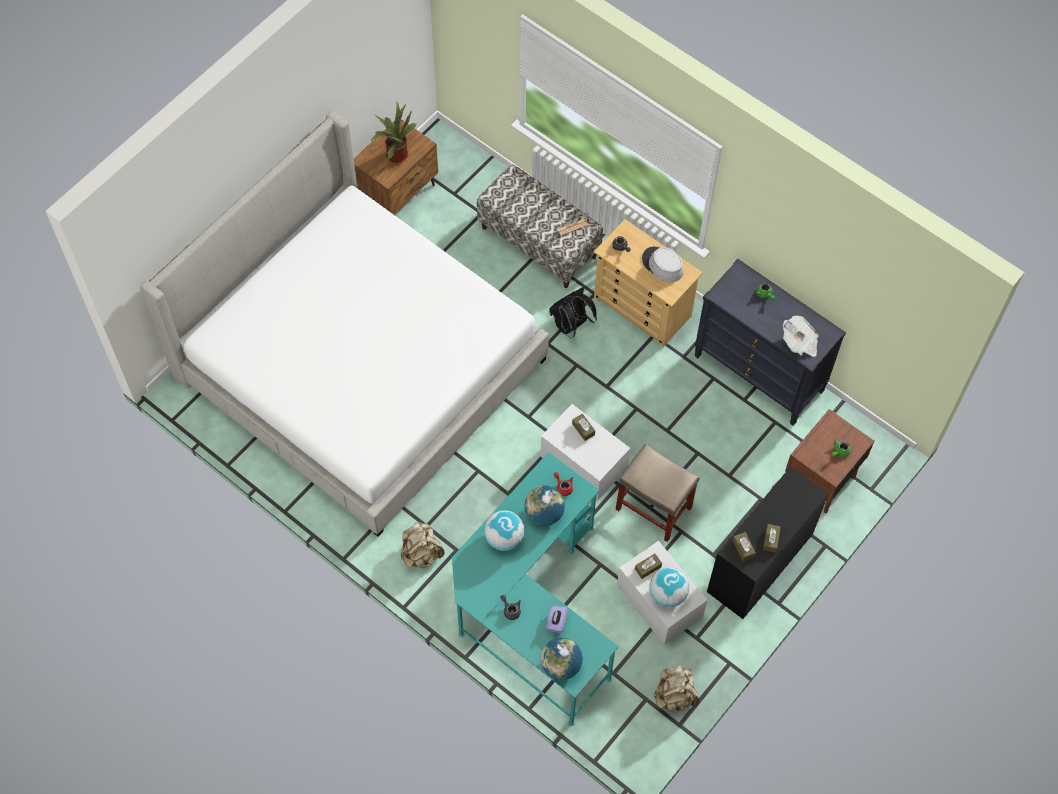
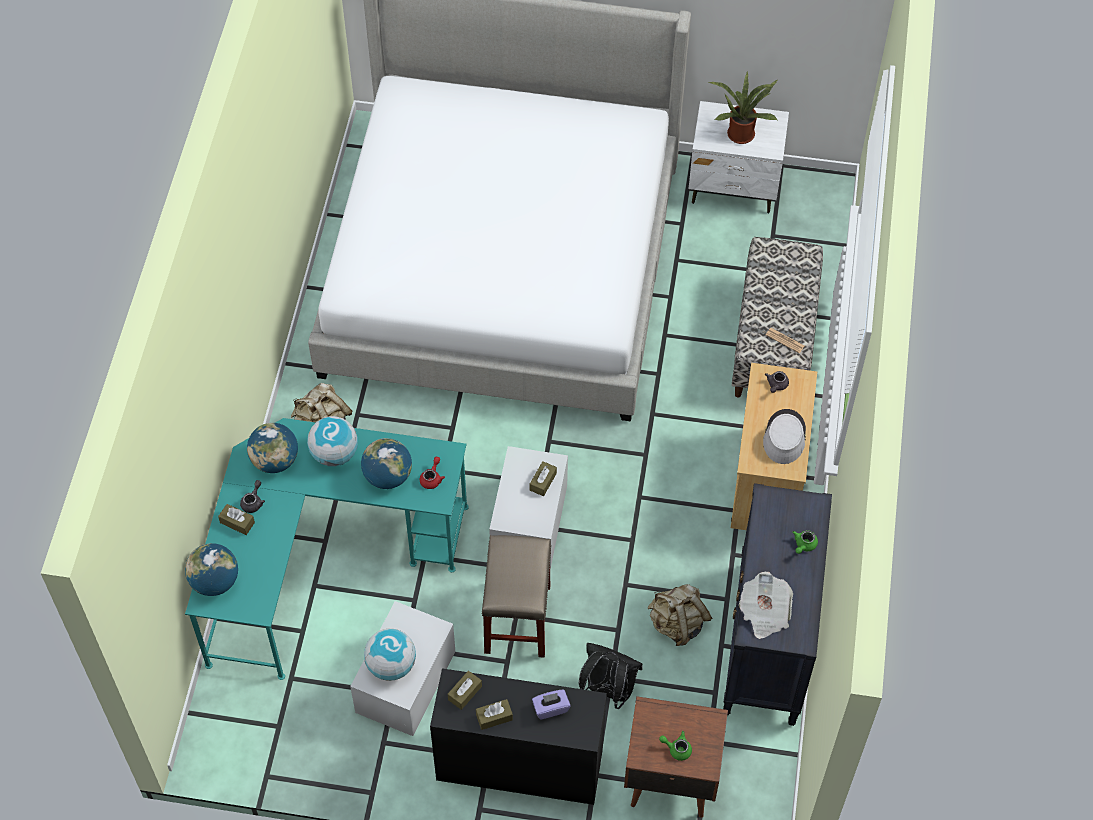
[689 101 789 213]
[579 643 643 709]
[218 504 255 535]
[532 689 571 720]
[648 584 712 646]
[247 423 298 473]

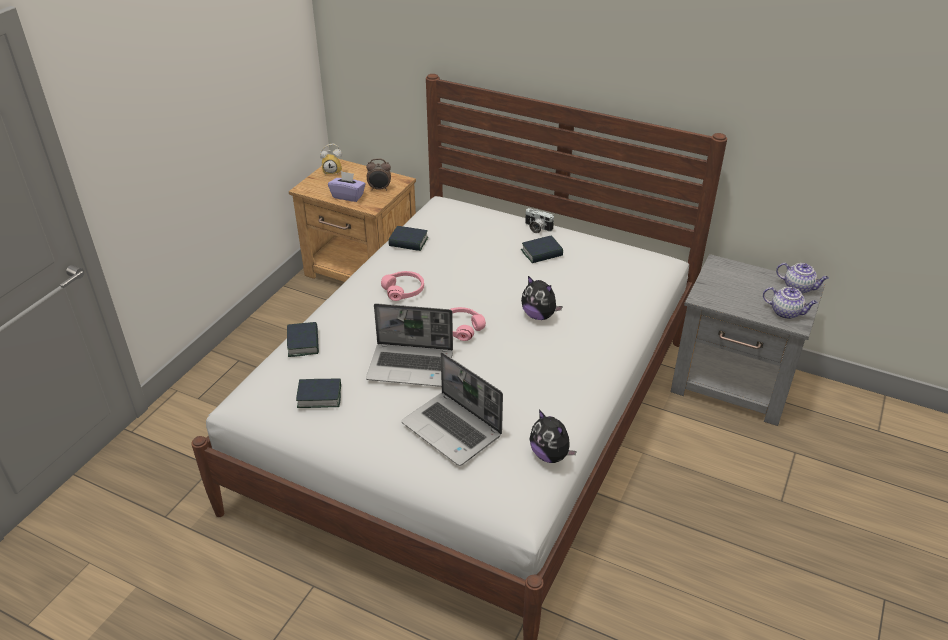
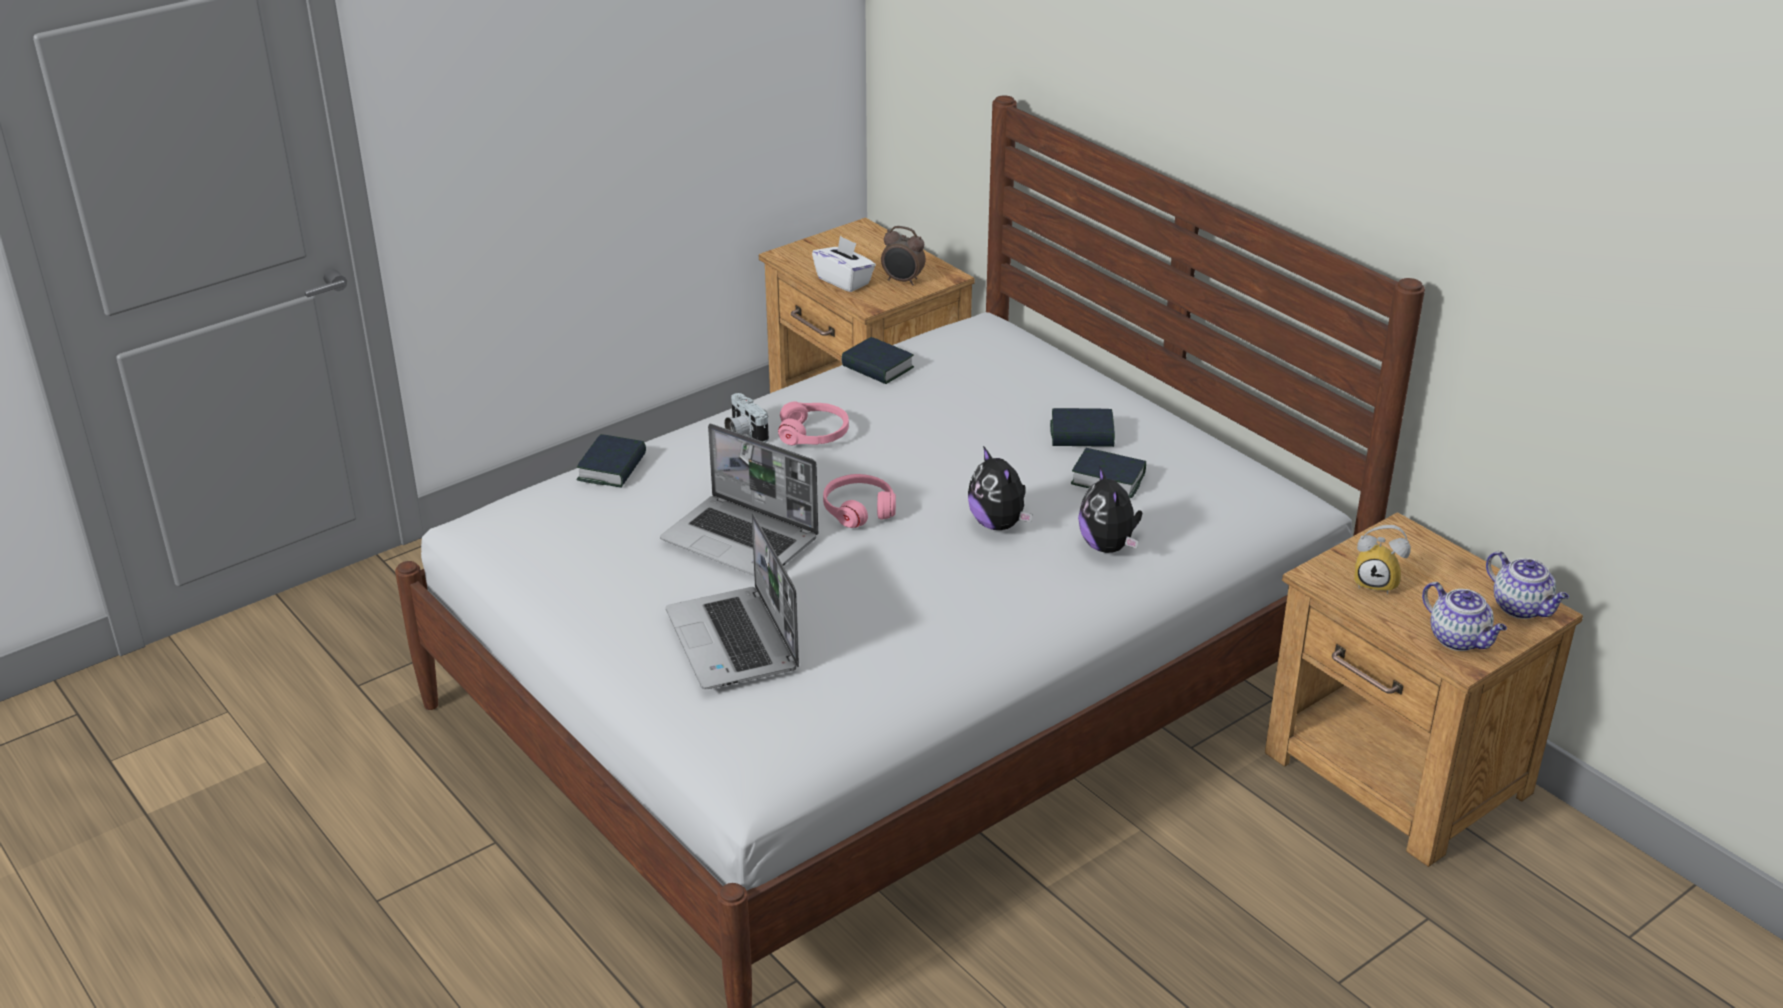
[1354 525 1411 594]
[812 235 876 292]
[724 393 769 443]
[1265 512 1583 867]
[1071 448 1146 498]
[1078 466 1142 553]

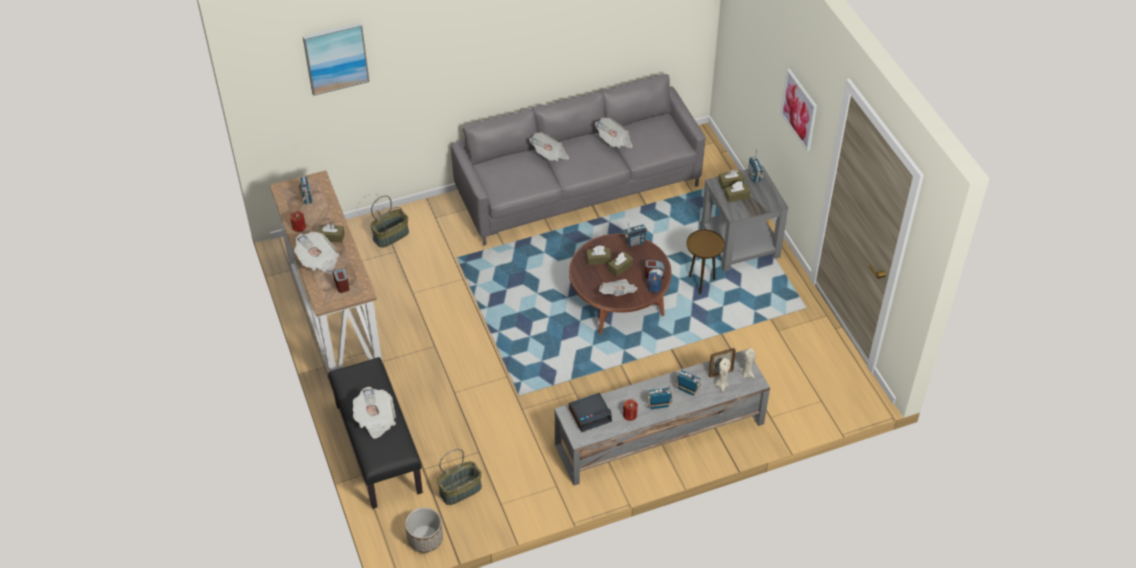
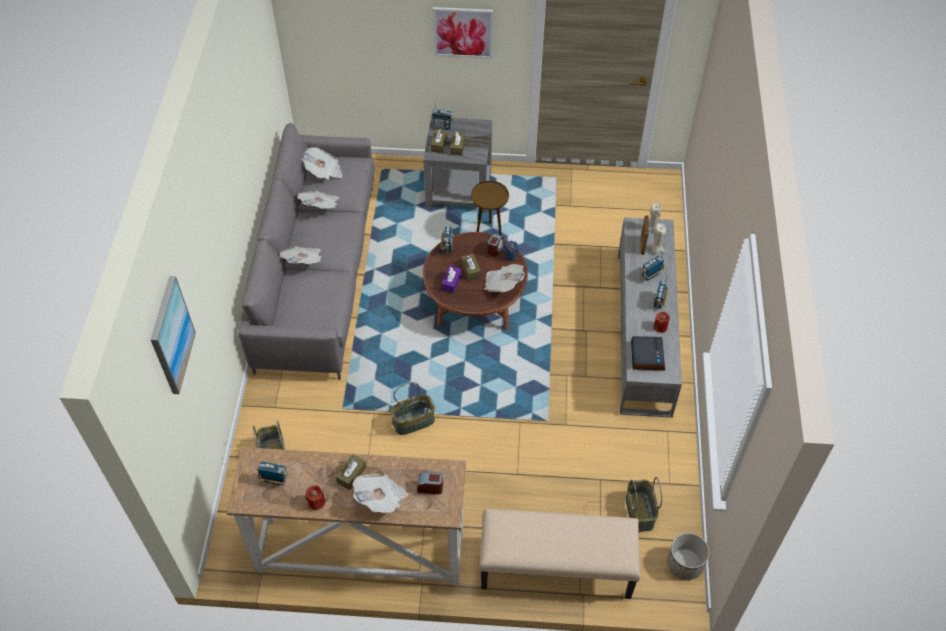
[441 266 462 293]
[479 509 640 599]
[302 147 343 179]
[390 382 435 435]

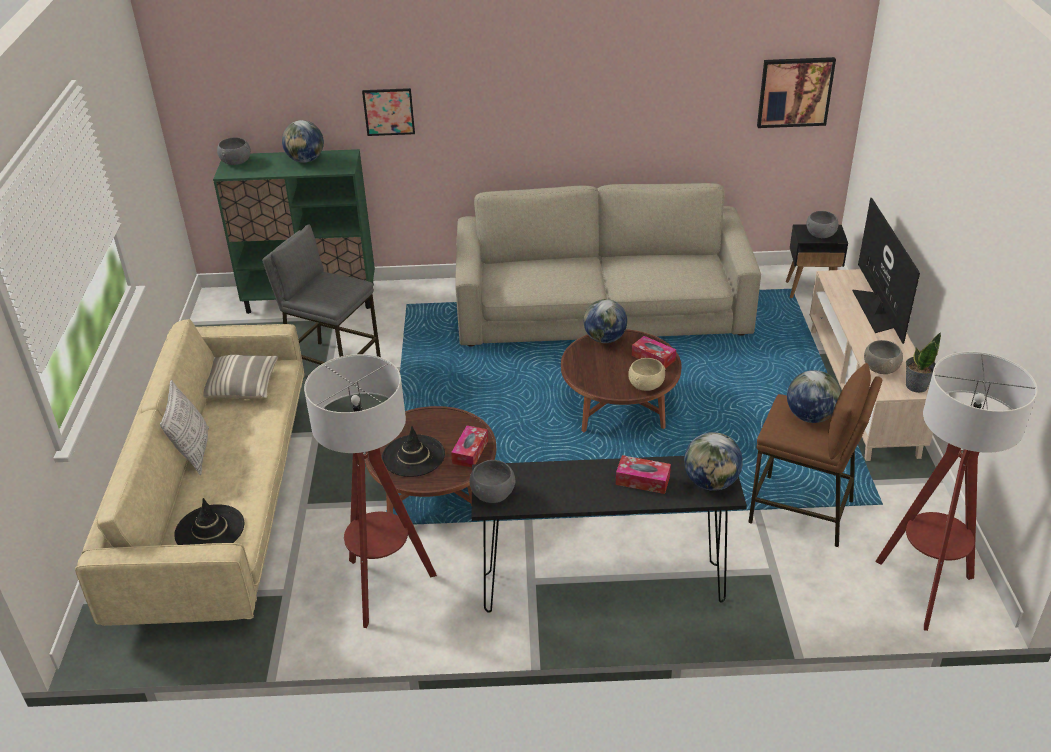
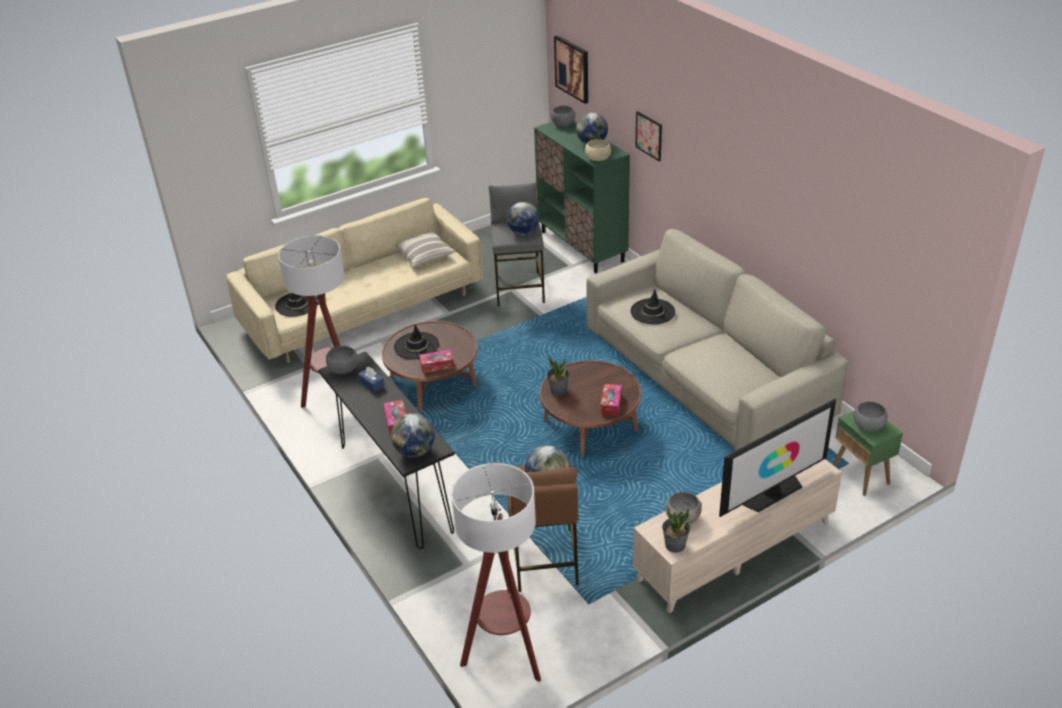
[554 35 588 104]
[833 411 903 496]
[506 202 539 235]
[585 139 611 161]
[160 380 209 475] (first image)
[631 289 675 324]
[547 354 570 396]
[358 367 384 392]

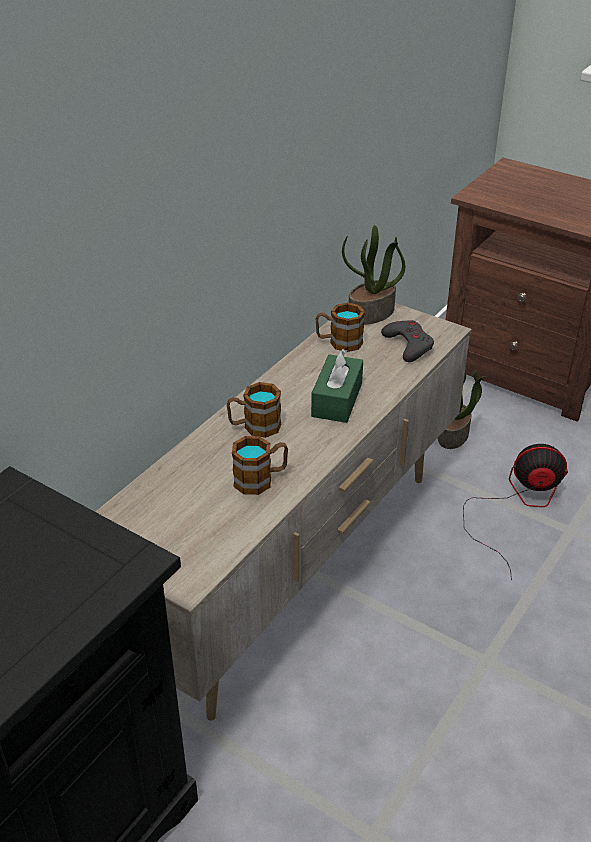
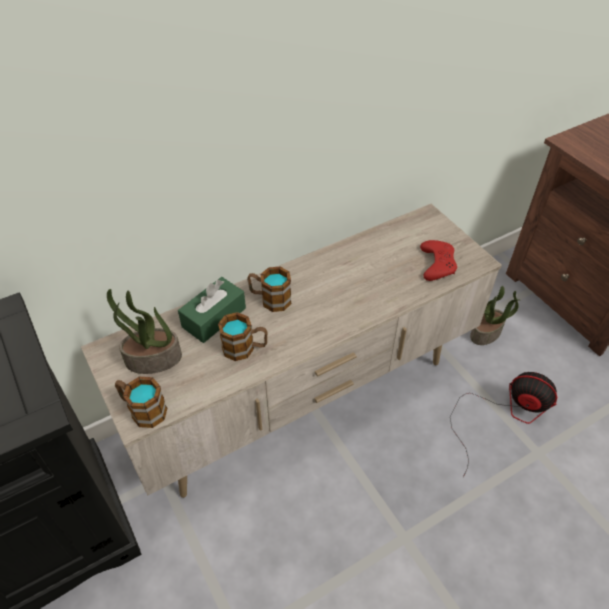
[107 289 182 374]
[115 377 167 428]
[420 240 457 281]
[178 277 246 343]

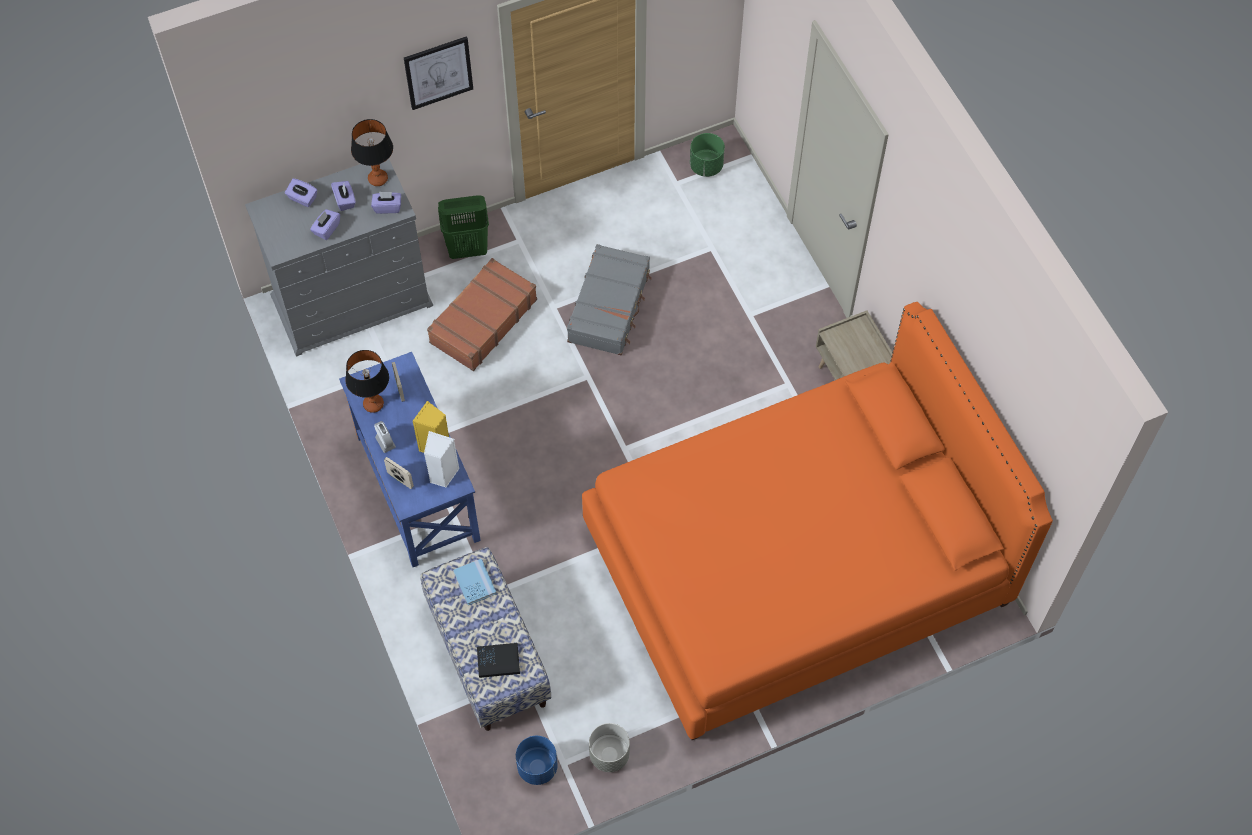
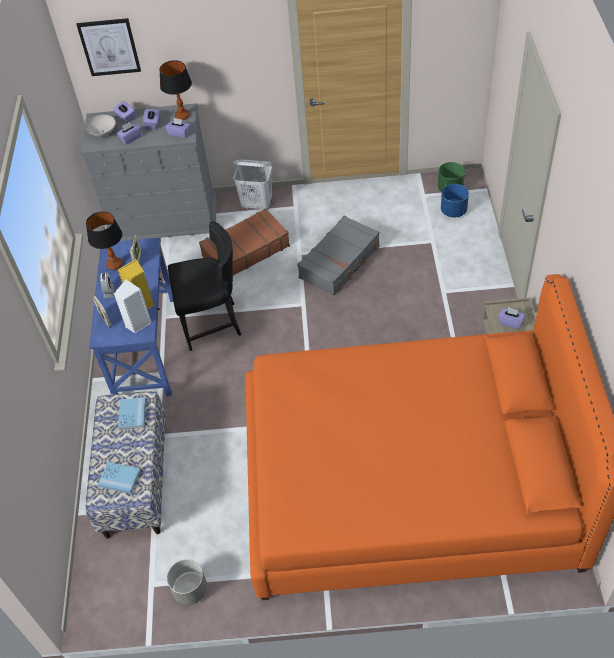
[76 18 141 76]
[233 159 272 210]
[98 462 141 494]
[441 184 469 218]
[86 115 116 137]
[168 221 241 351]
[498 307 525 329]

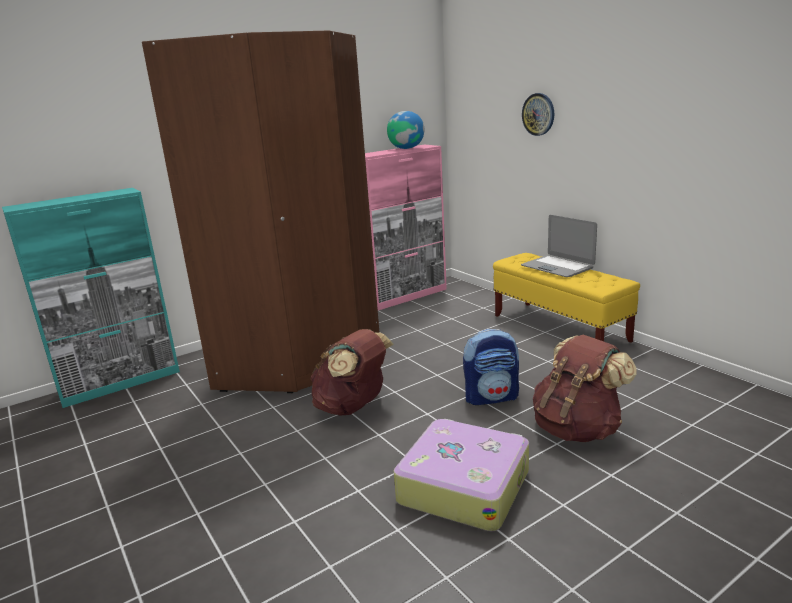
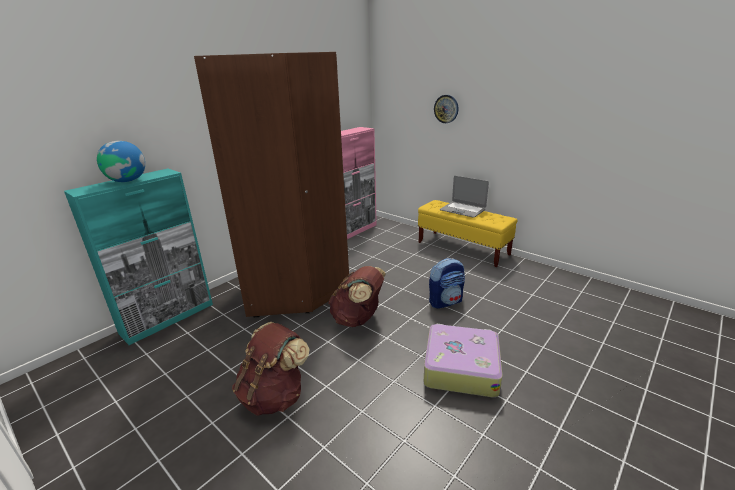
[97 141 145 182]
[232 322 310 416]

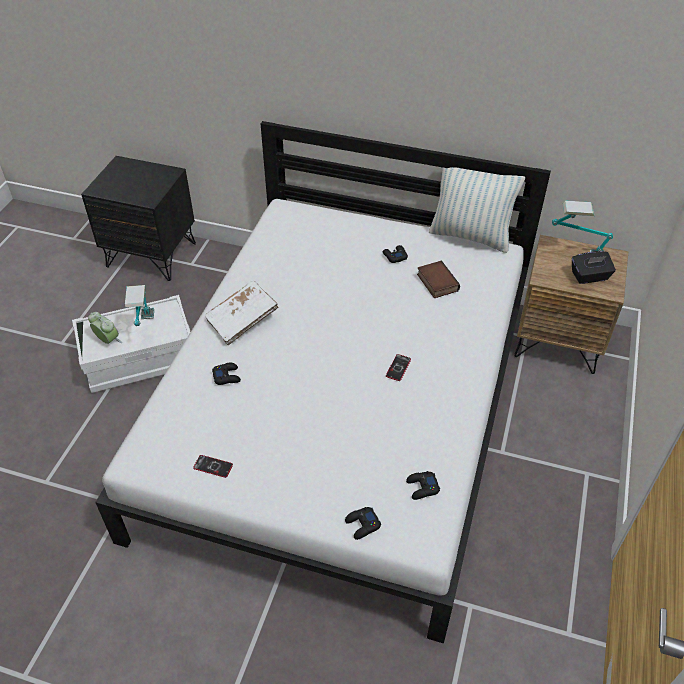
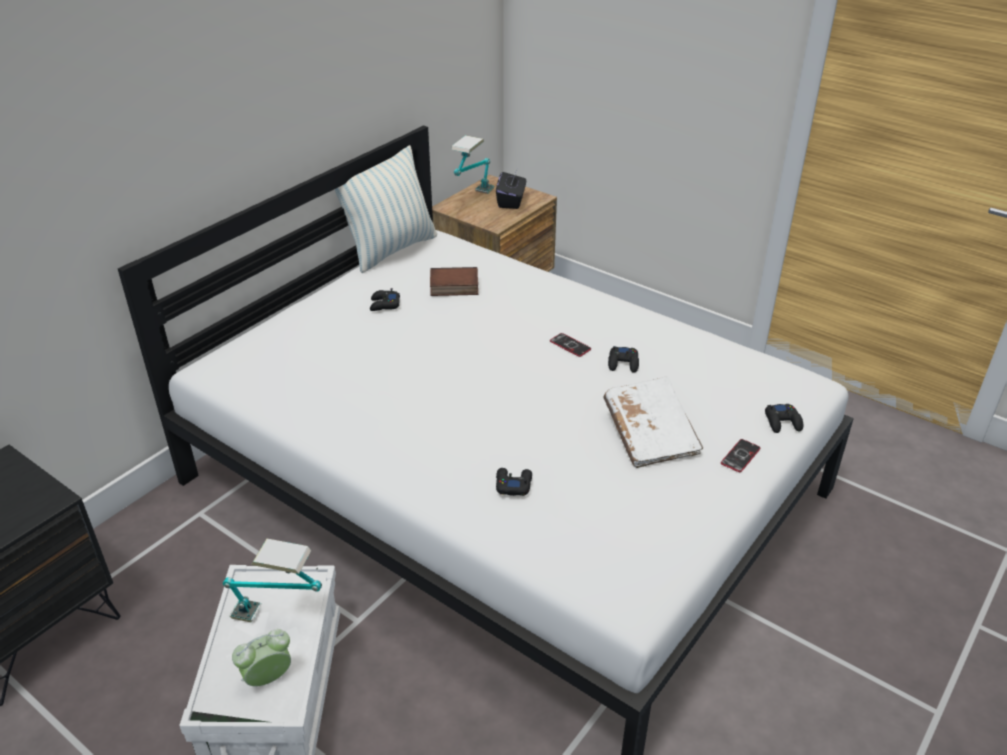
[603 376 703 468]
[721 439 761 472]
[608 346 639 373]

